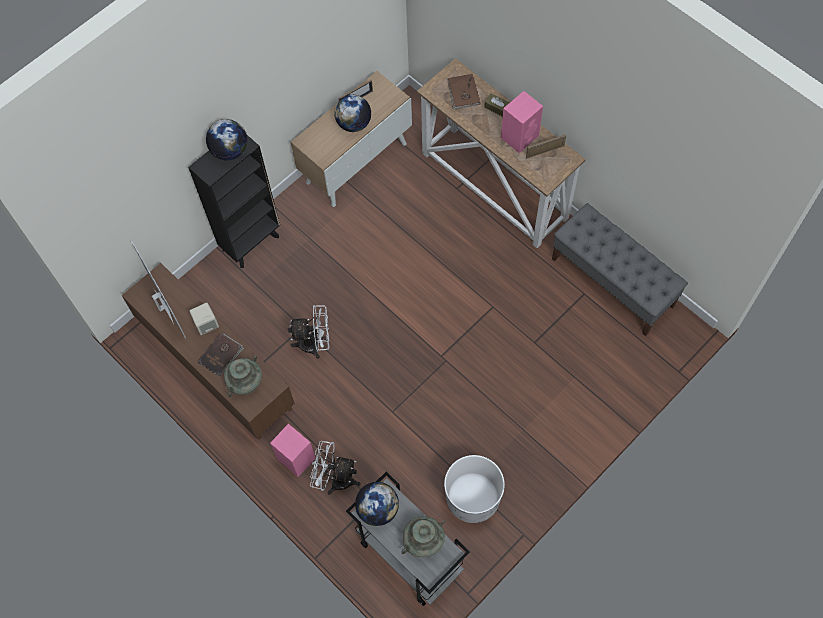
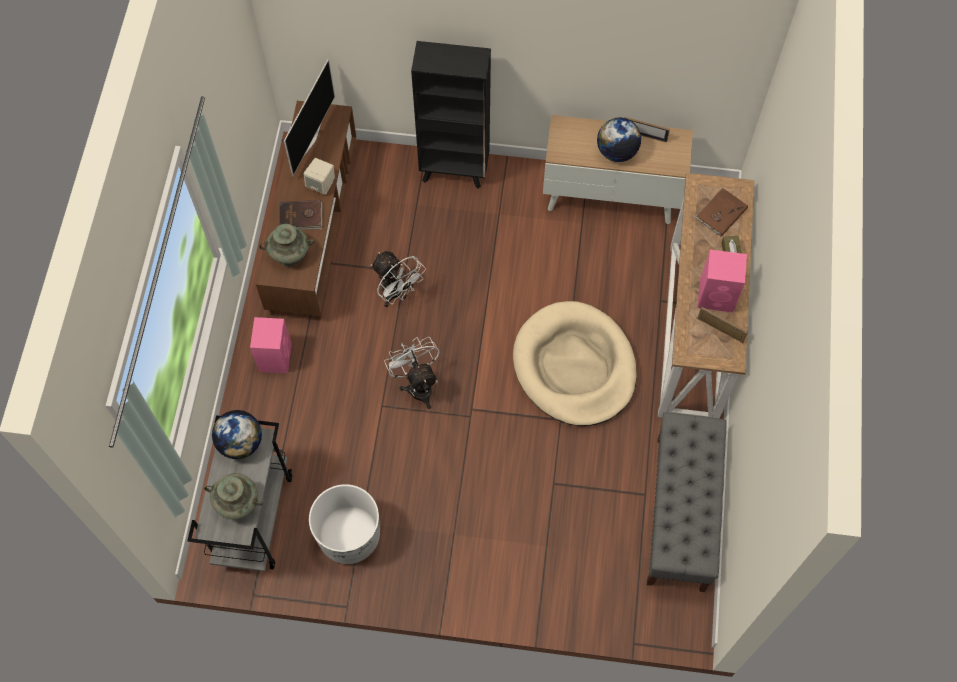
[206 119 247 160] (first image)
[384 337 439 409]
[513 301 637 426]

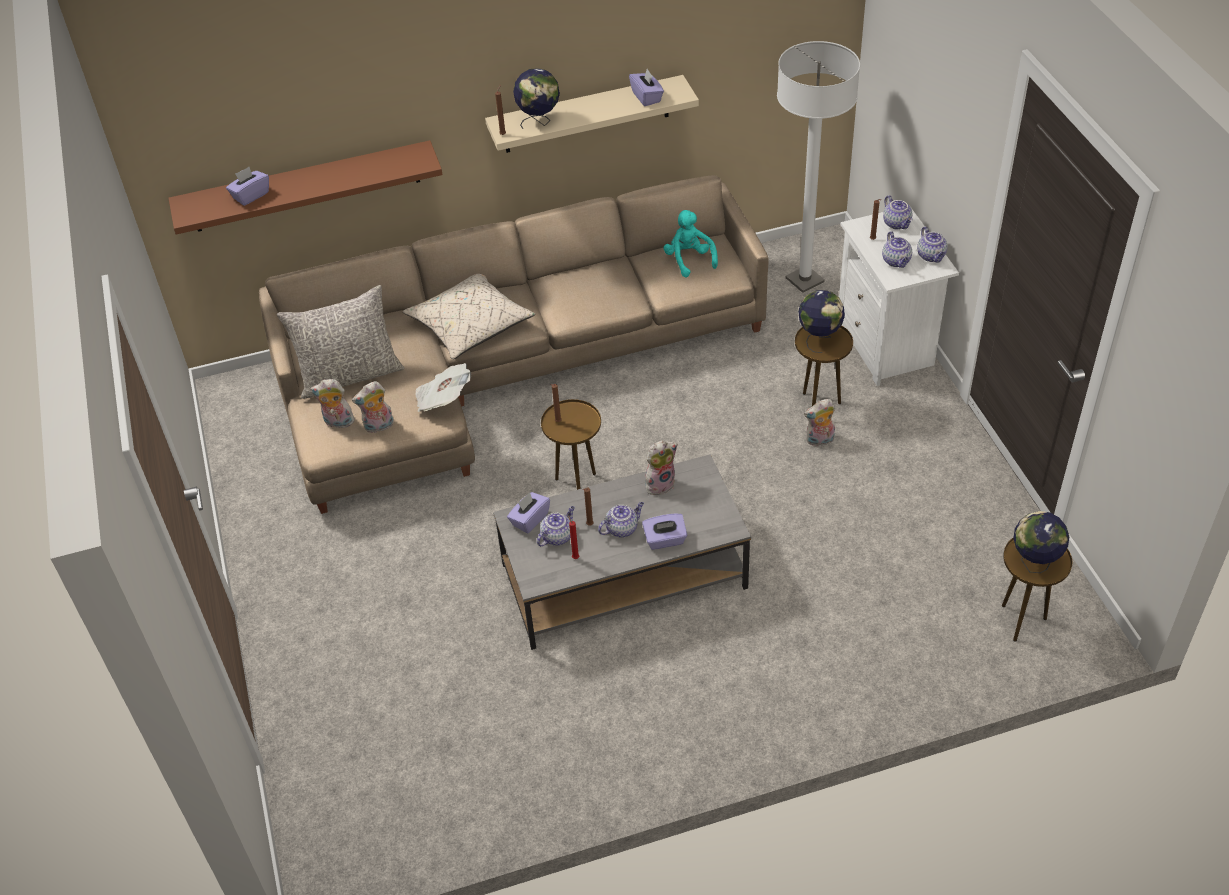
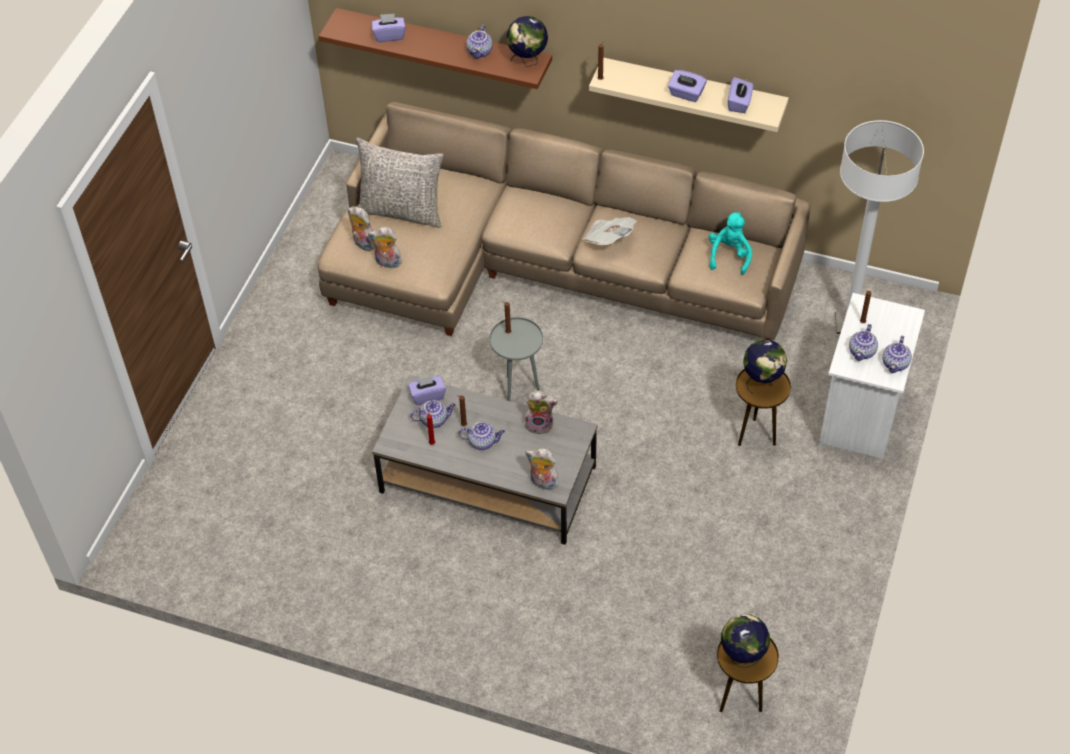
[506 16 548 67]
[466 25 493 59]
[403 274 535 359] (first image)
[583 217 637 245]
[490 317 543 401]
[525 448 559 490]
[668 70 707 102]

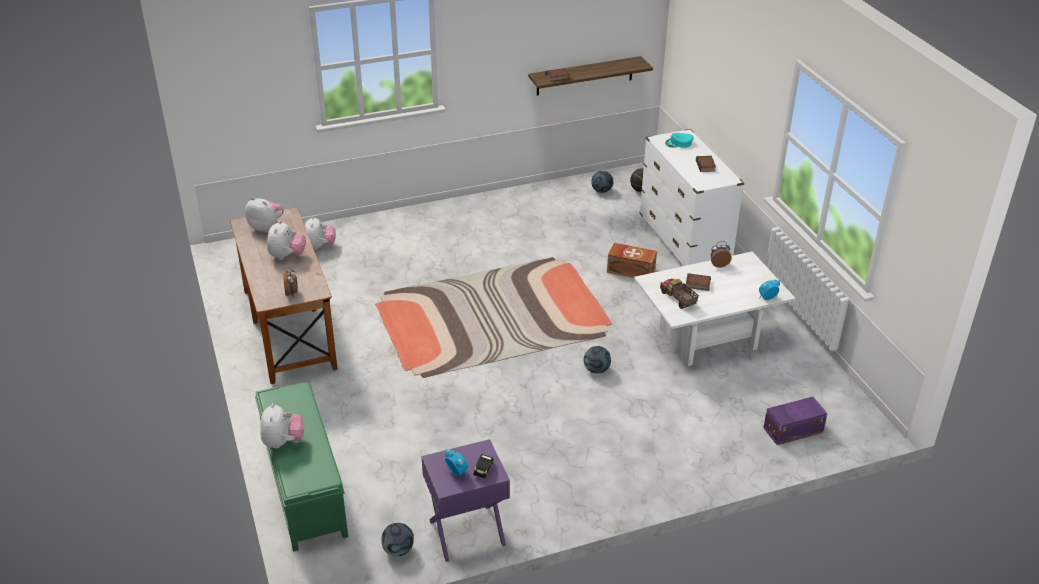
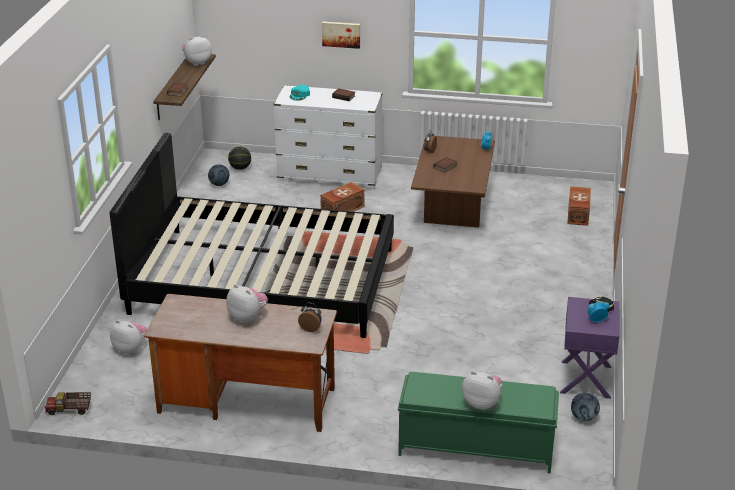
[182 35 212 66]
[411 135 495 228]
[45 392 91 415]
[584 346 611 373] (first image)
[567 186 591 226]
[322 22 360 49]
[110 133 394 338]

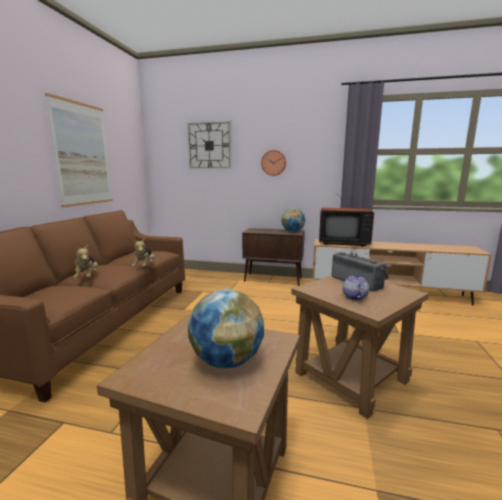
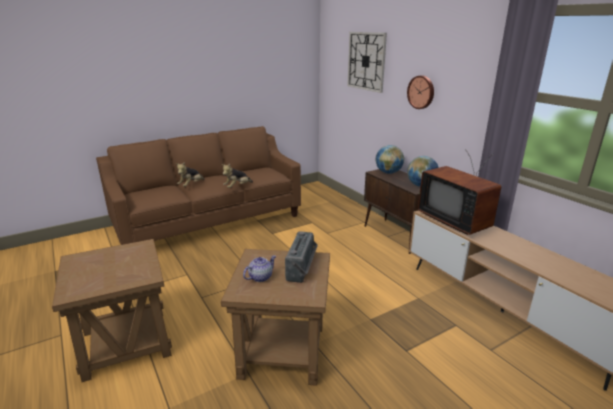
[45 93 113 207] (first image)
[375 145 404 174]

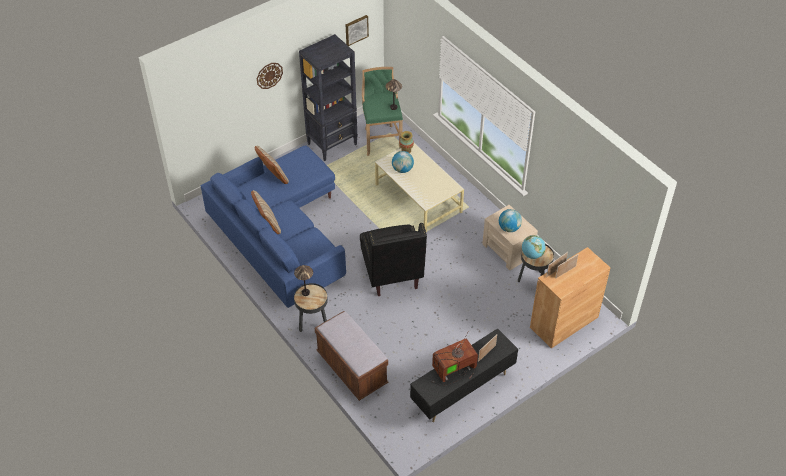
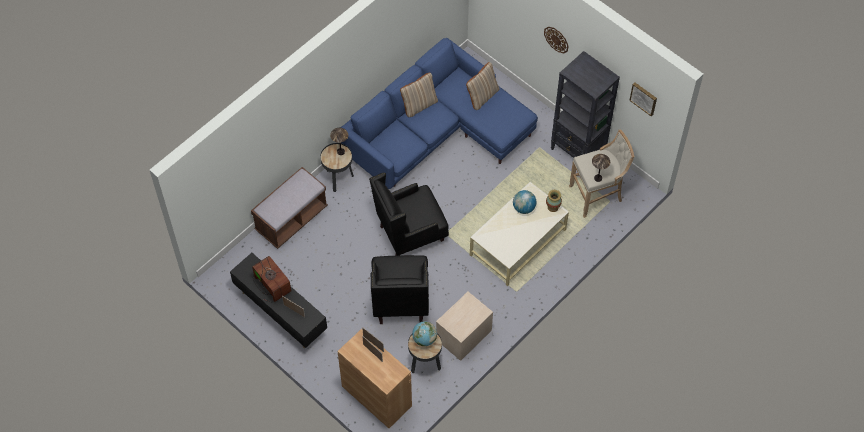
[569 129 635 218]
[499 209 522 232] (first image)
[371 255 429 324]

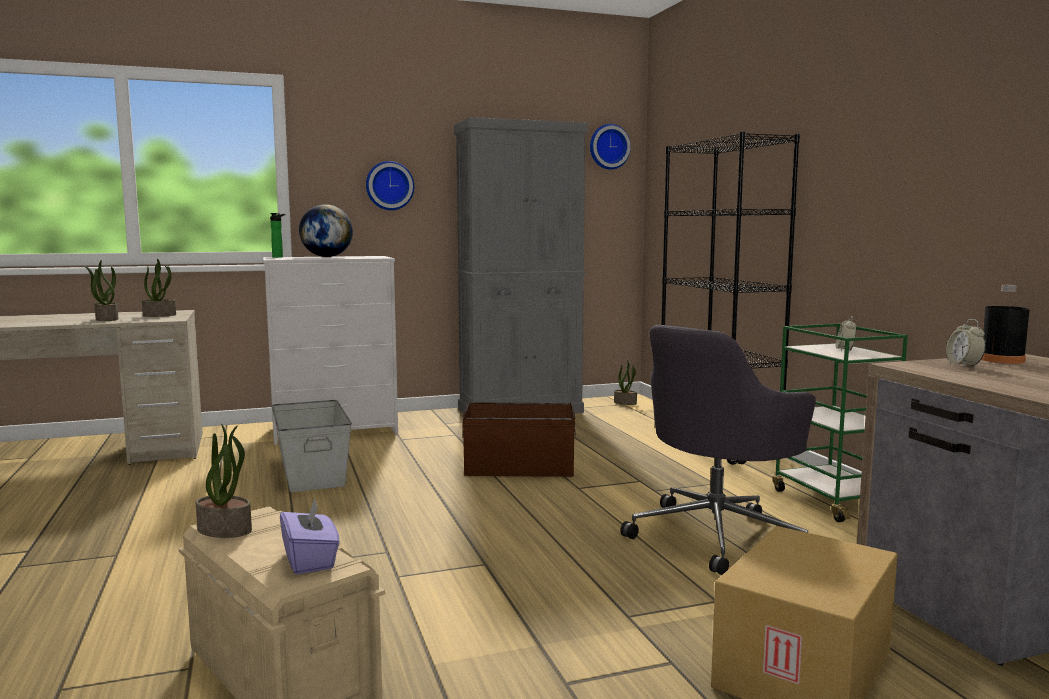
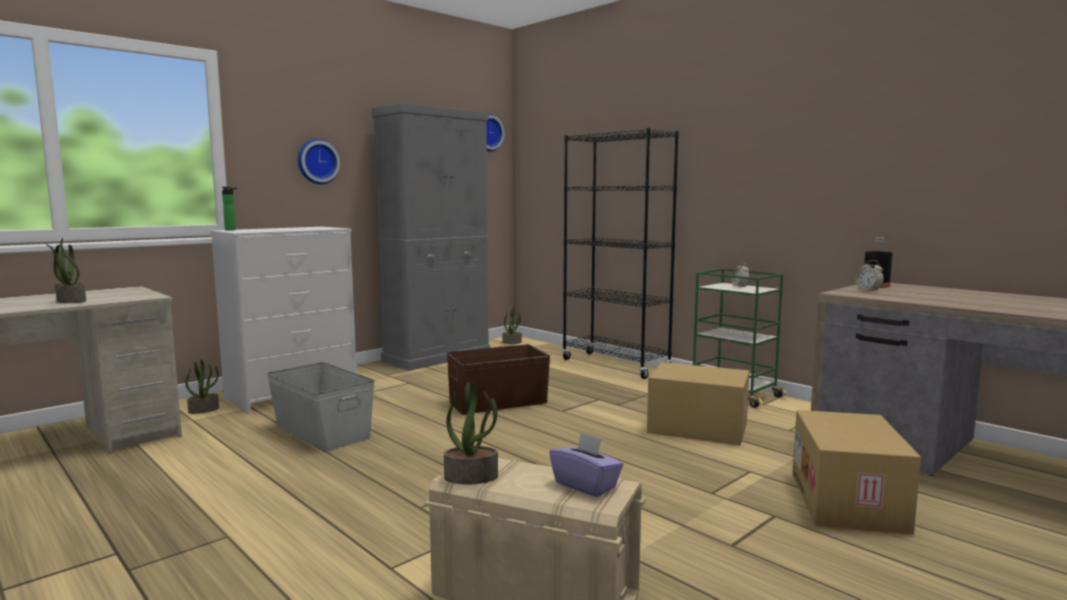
[299 204 353 257] (first image)
[185 359 219 414]
[647 362 749 445]

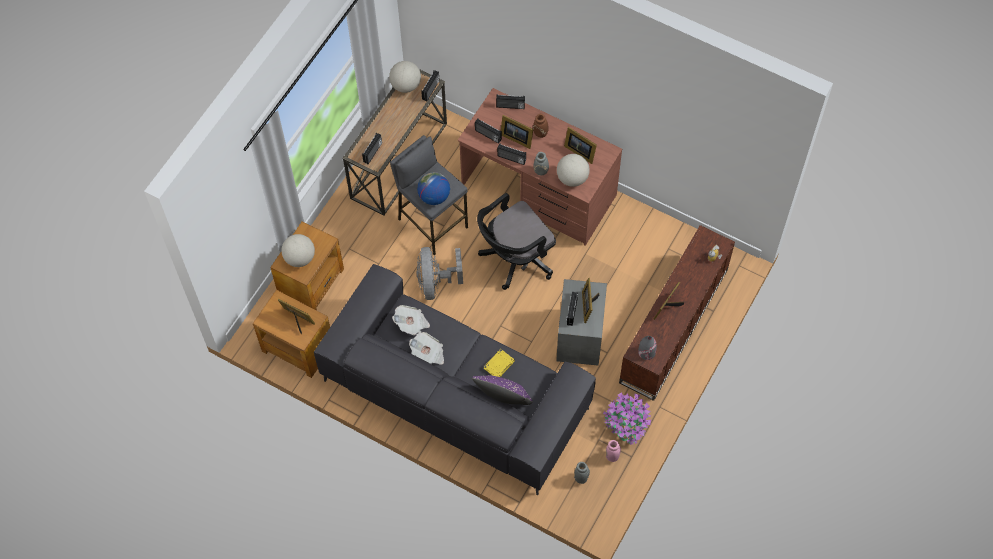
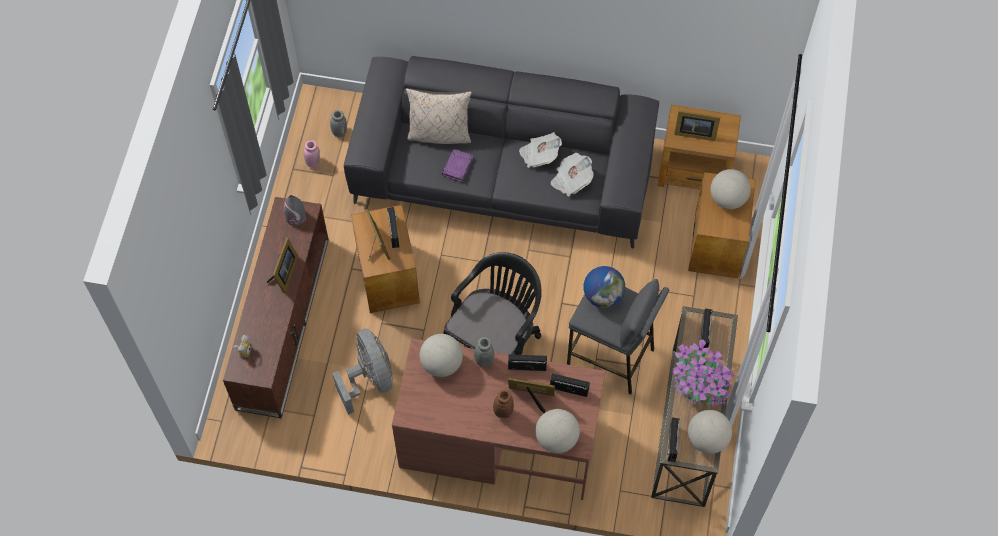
[535 409 580 453]
[564 127 597 164] (first image)
[333 329 393 415]
[351 205 420 313]
[442 149 473 182]
[406 88 472 144]
[673 340 734 406]

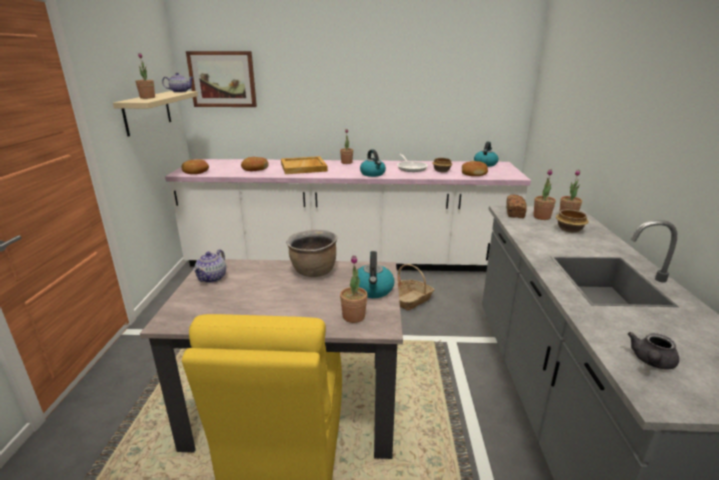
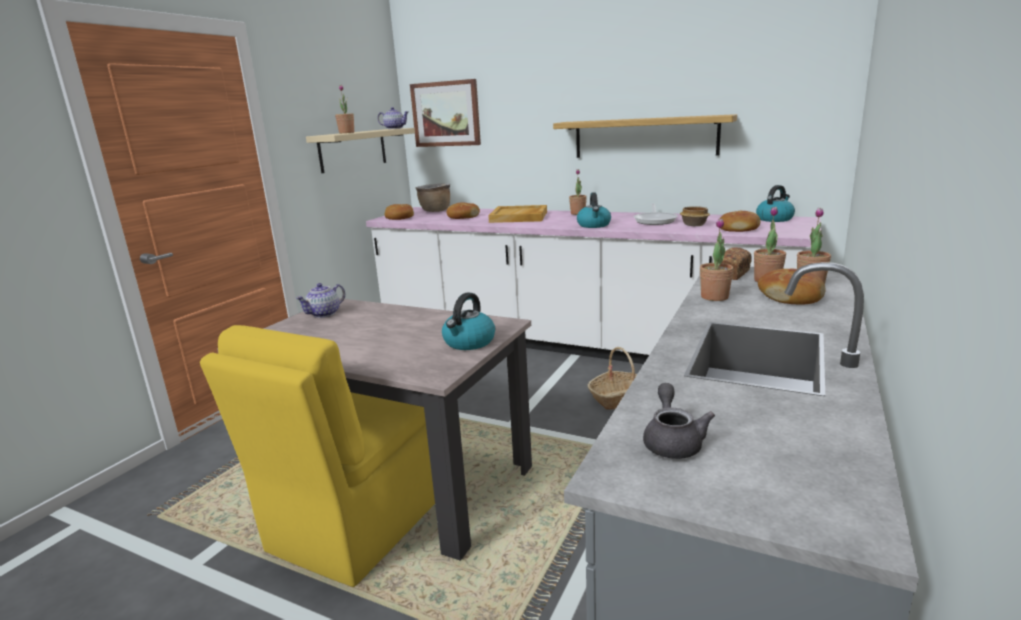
[758 269 826 305]
[415 183 450 212]
[700 219 734 301]
[643 383 715 459]
[553 114 737 158]

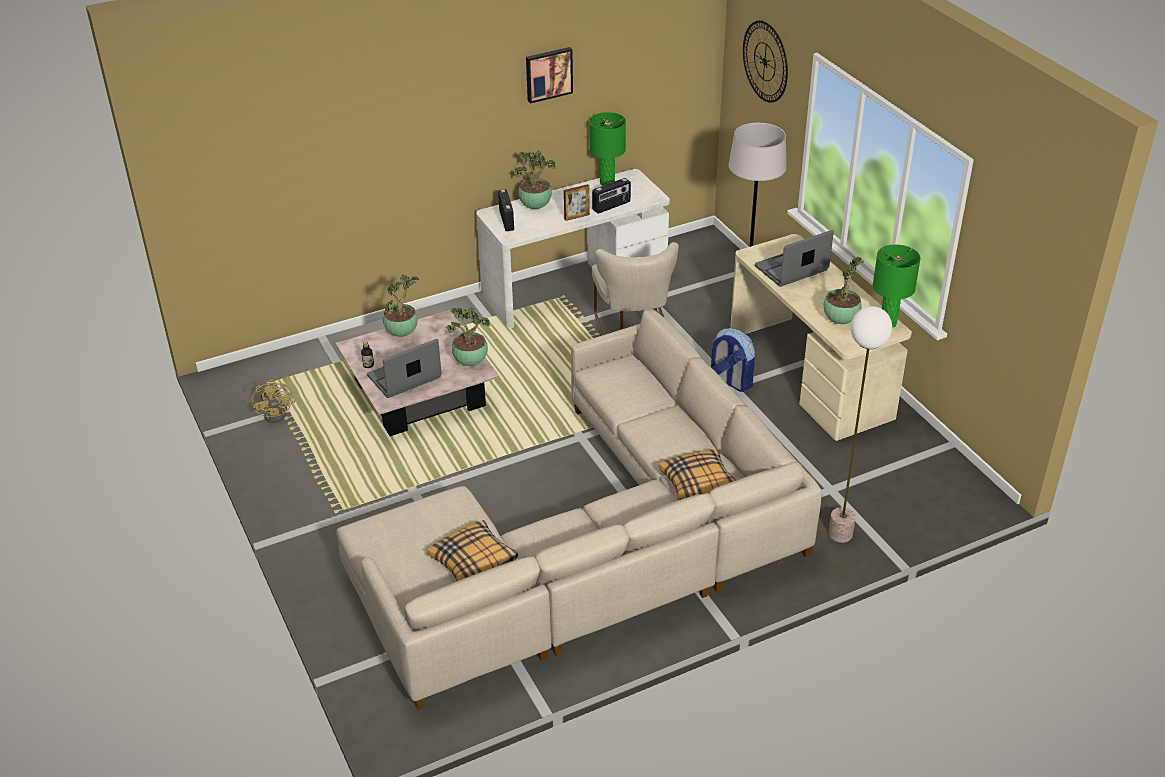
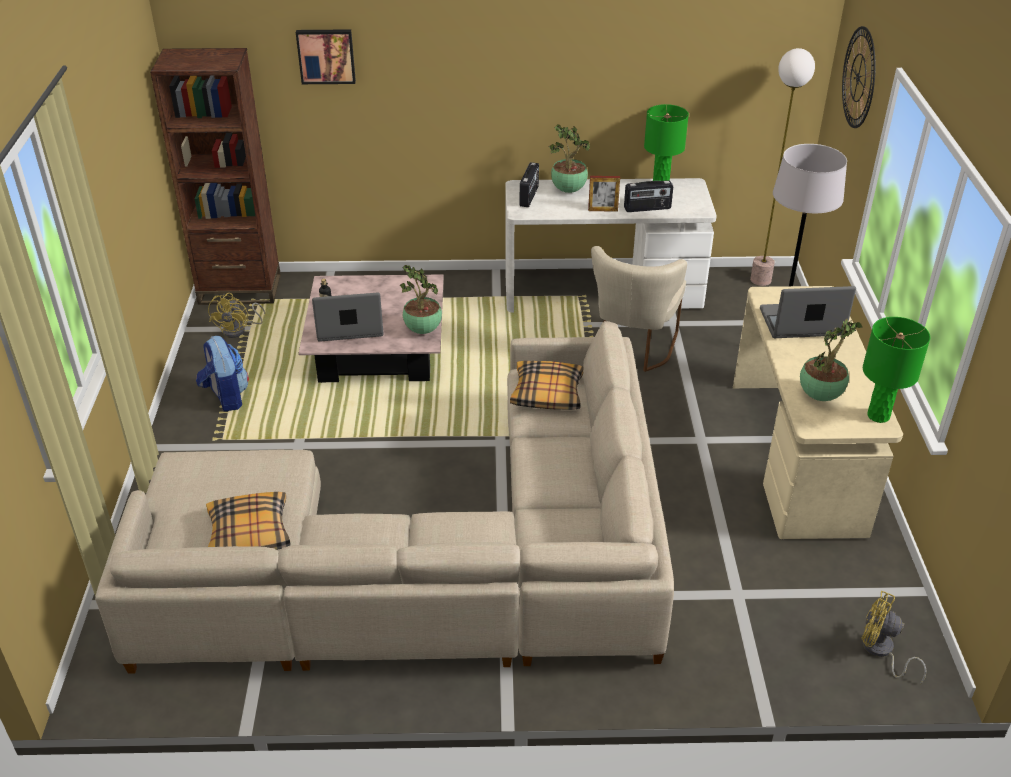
[296 29 356 84]
[383 275 419 337] (first image)
[750 48 815 286]
[196 336 249 411]
[510 361 584 410]
[150 48 281 305]
[861 591 927 684]

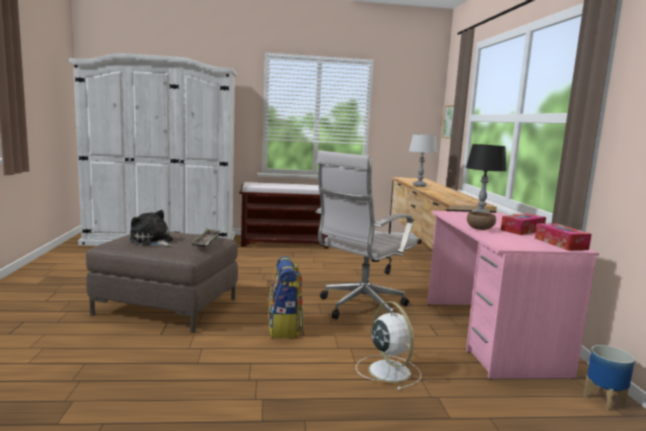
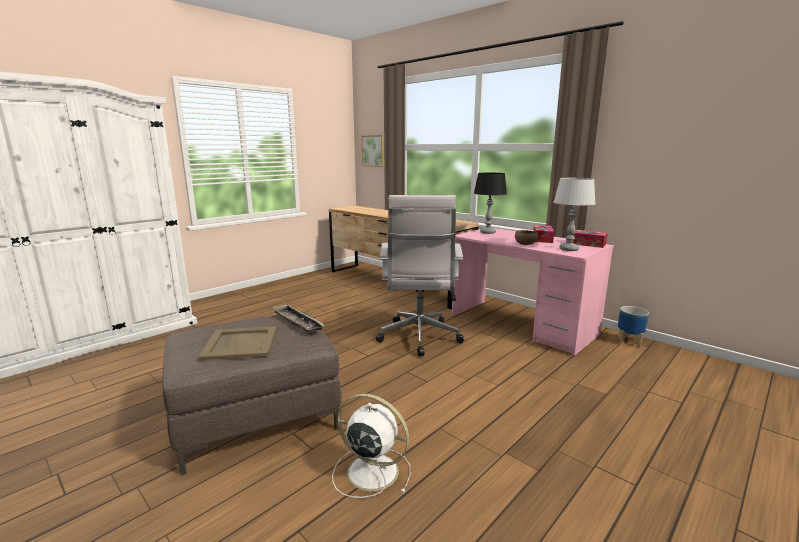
[554 178 596 251]
[239 182 328 248] (first image)
[198 326 277 360]
[268 256 304 338] (first image)
[332 394 410 498]

